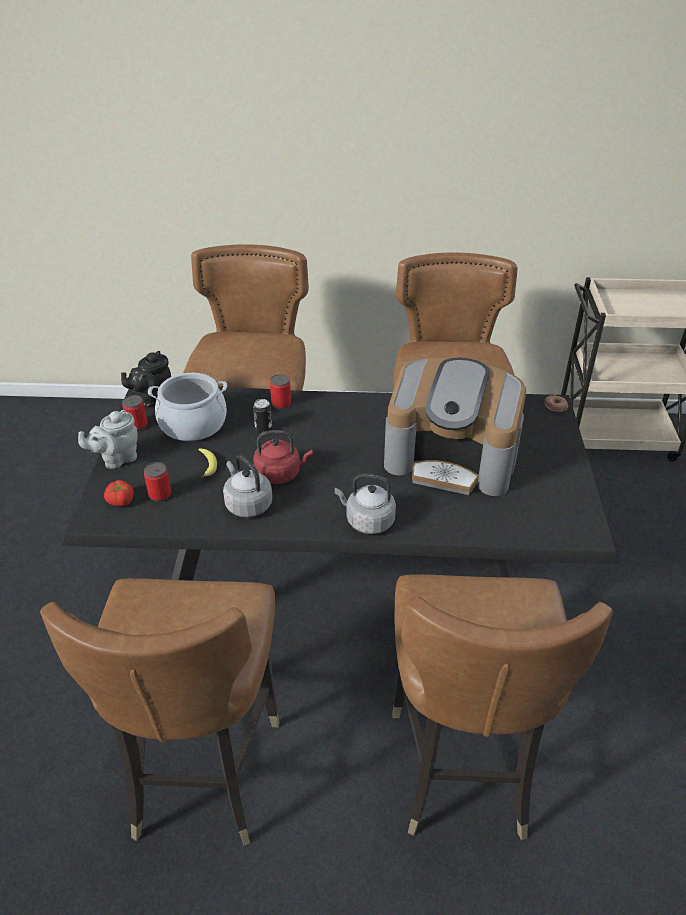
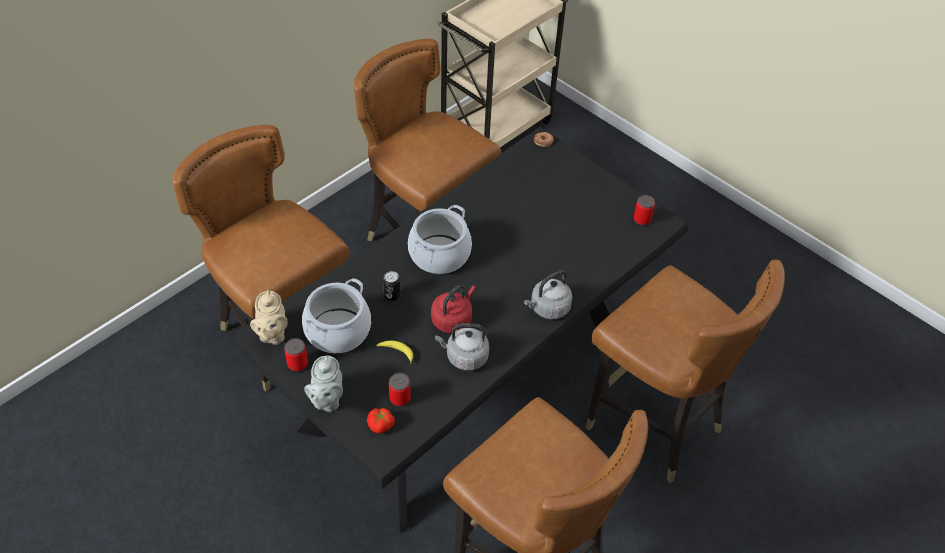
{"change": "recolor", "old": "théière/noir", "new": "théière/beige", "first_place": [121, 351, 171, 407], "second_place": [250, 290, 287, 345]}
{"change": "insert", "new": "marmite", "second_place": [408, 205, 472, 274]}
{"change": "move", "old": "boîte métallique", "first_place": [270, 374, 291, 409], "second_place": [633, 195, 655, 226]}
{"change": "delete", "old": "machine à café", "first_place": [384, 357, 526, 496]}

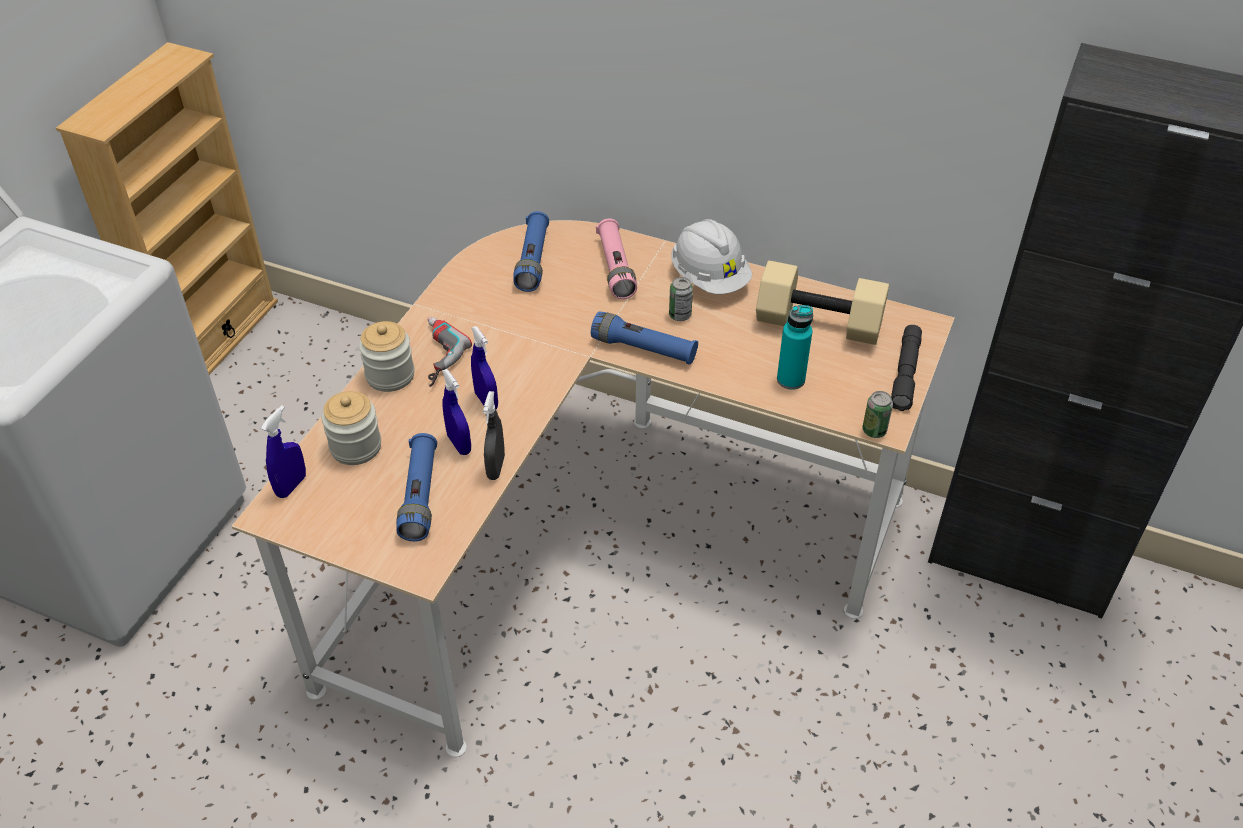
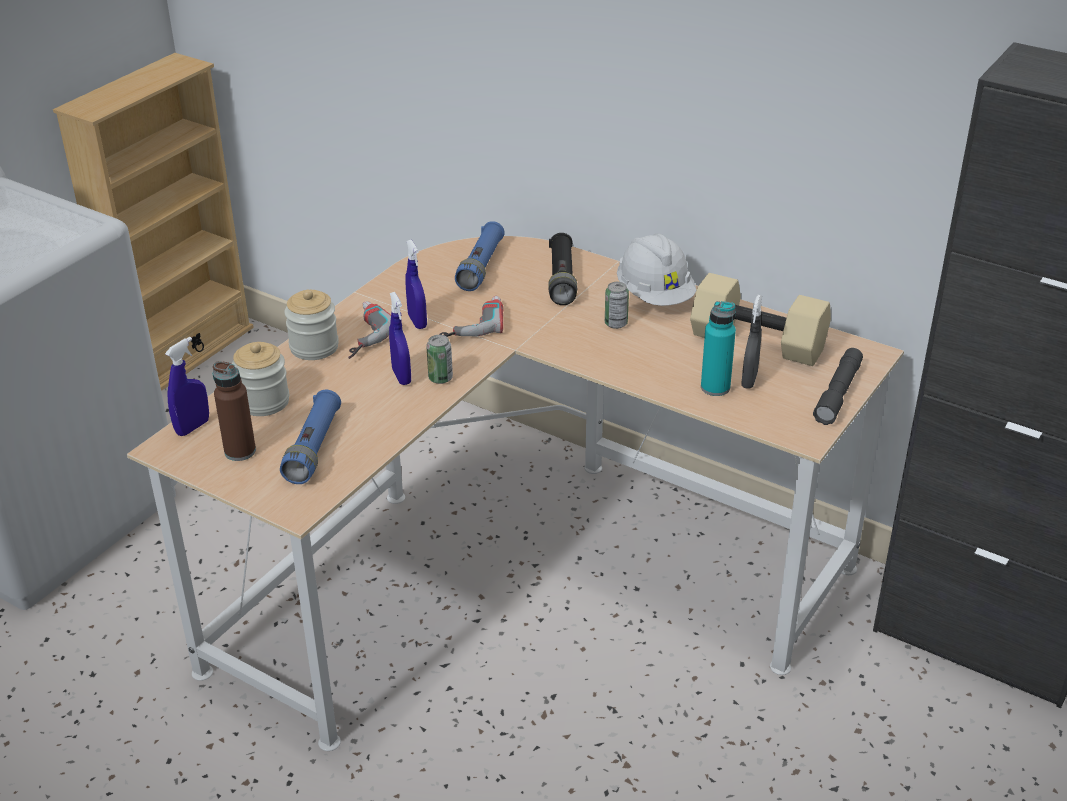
{"change": "insert", "new": "bouteille/marron", "second_place": [213, 361, 256, 461]}
{"change": "move", "old": "vaporisateur/bleu", "first_place": [442, 369, 471, 455], "second_place": [406, 240, 427, 329]}
{"change": "move", "old": "boîte métallique", "first_place": [862, 391, 893, 438], "second_place": [426, 335, 453, 384]}
{"change": "insert", "new": "perceuse", "second_place": [439, 296, 503, 337]}
{"change": "recolor", "old": "lampe de poche/rose", "new": "lampe de poche/noir", "first_place": [596, 218, 637, 299], "second_place": [548, 233, 577, 305]}
{"change": "move", "old": "vaporisateur/gris", "first_place": [483, 391, 505, 480], "second_place": [741, 295, 762, 389]}
{"change": "delete", "old": "lampe de poche/bleu", "first_place": [591, 311, 698, 365]}

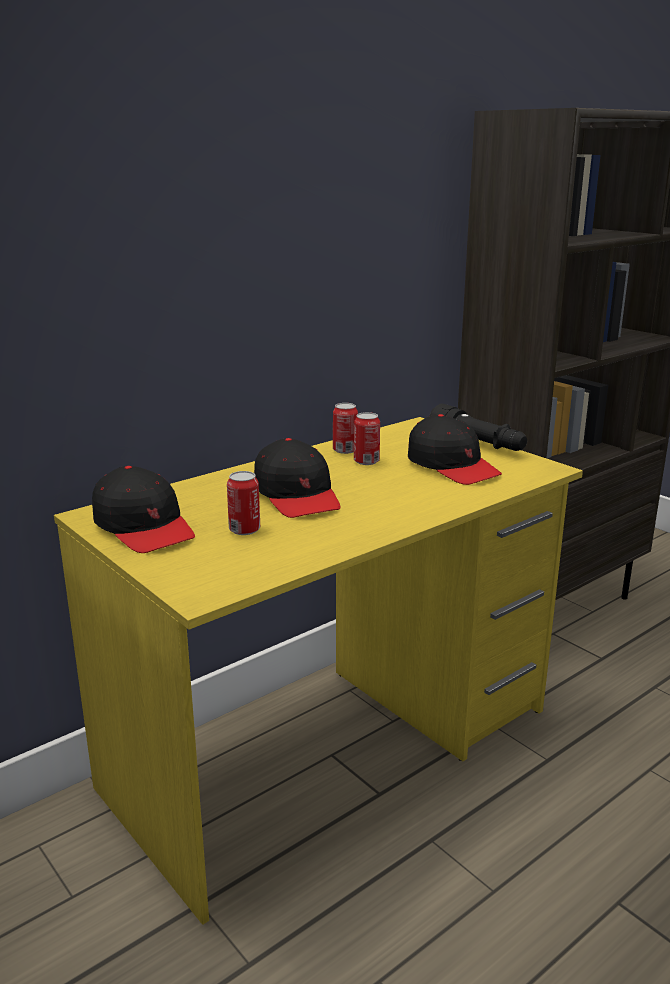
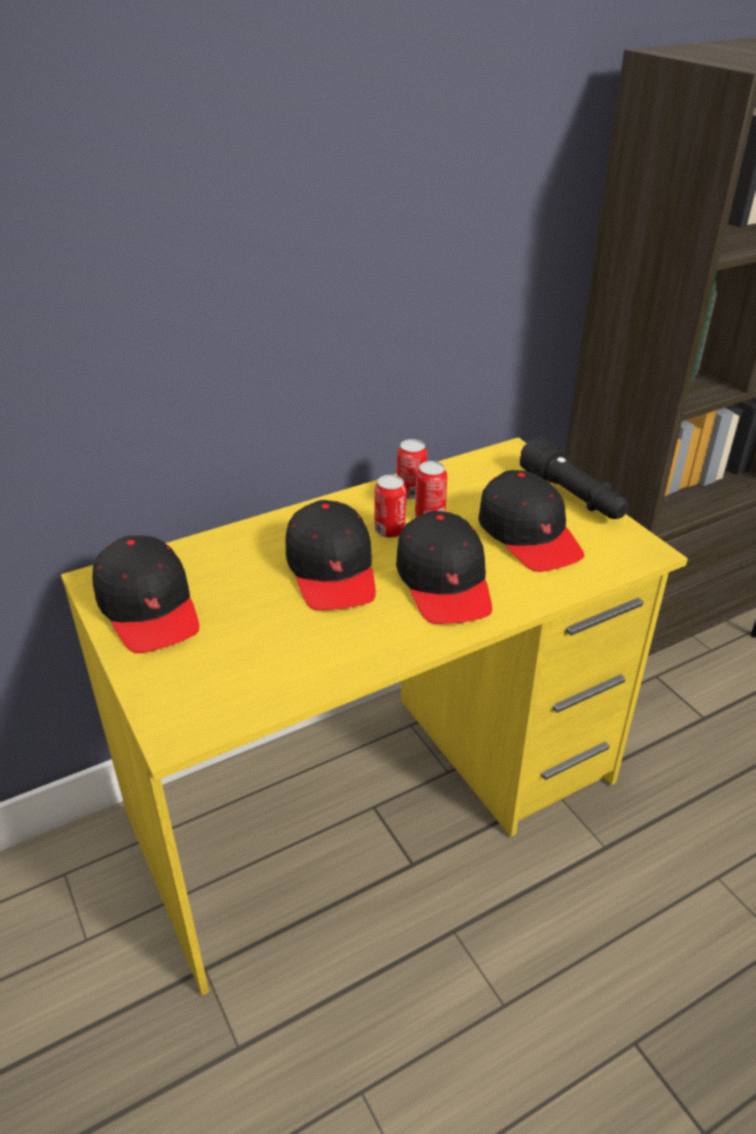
{"change": "move", "old": "boîte métallique", "first_place": [227, 471, 260, 535], "second_place": [374, 475, 406, 538]}
{"change": "insert", "new": "casquette/noir", "second_place": [396, 511, 492, 624]}

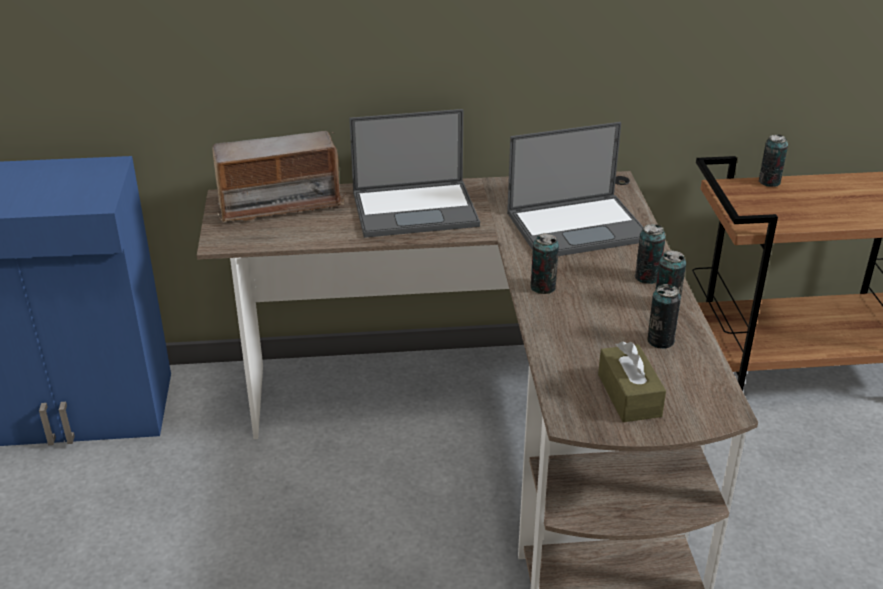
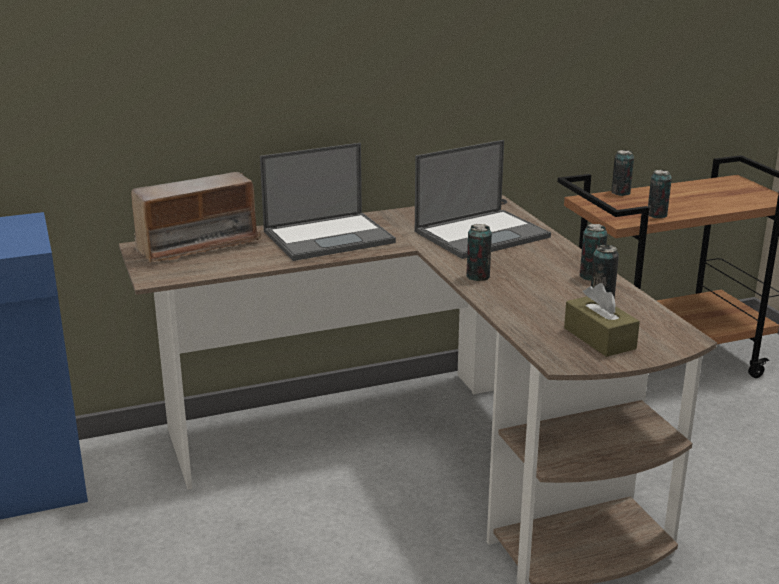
{"change": "move", "old": "boîte métallique", "first_place": [635, 224, 666, 284], "second_place": [648, 170, 672, 218]}

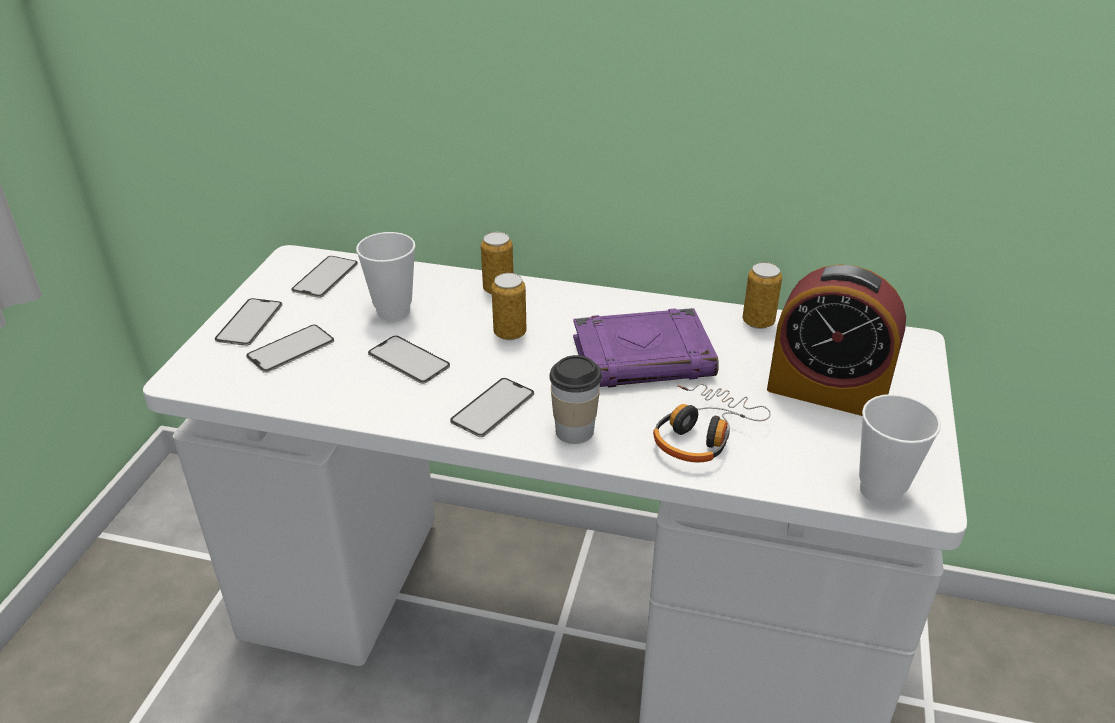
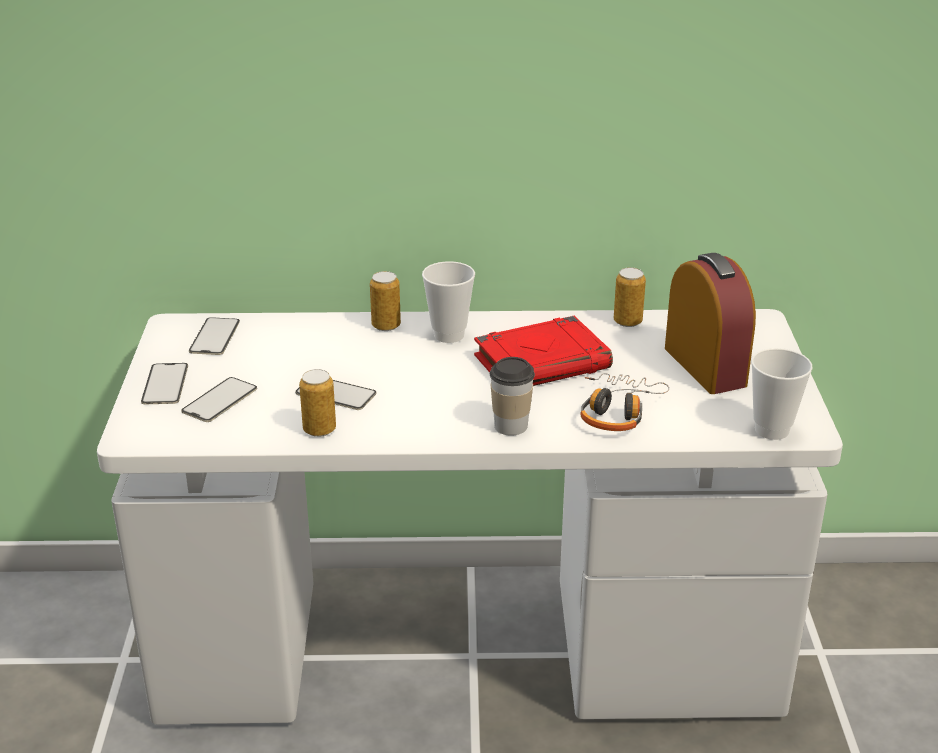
{"change": "move", "old": "boîte métallique", "first_place": [491, 273, 527, 340], "second_place": [299, 369, 336, 437]}
{"change": "move", "old": "tasse", "first_place": [356, 232, 416, 321], "second_place": [422, 261, 475, 343]}
{"change": "recolor", "old": "livre/violet", "new": "livre/rouge", "first_place": [573, 308, 719, 388], "second_place": [474, 316, 613, 386]}
{"change": "rotate", "old": "réveil", "first_place": [767, 264, 906, 416], "second_place": [665, 253, 756, 394], "degrees": -120}
{"change": "delete", "old": "téléphone", "first_place": [450, 378, 534, 437]}

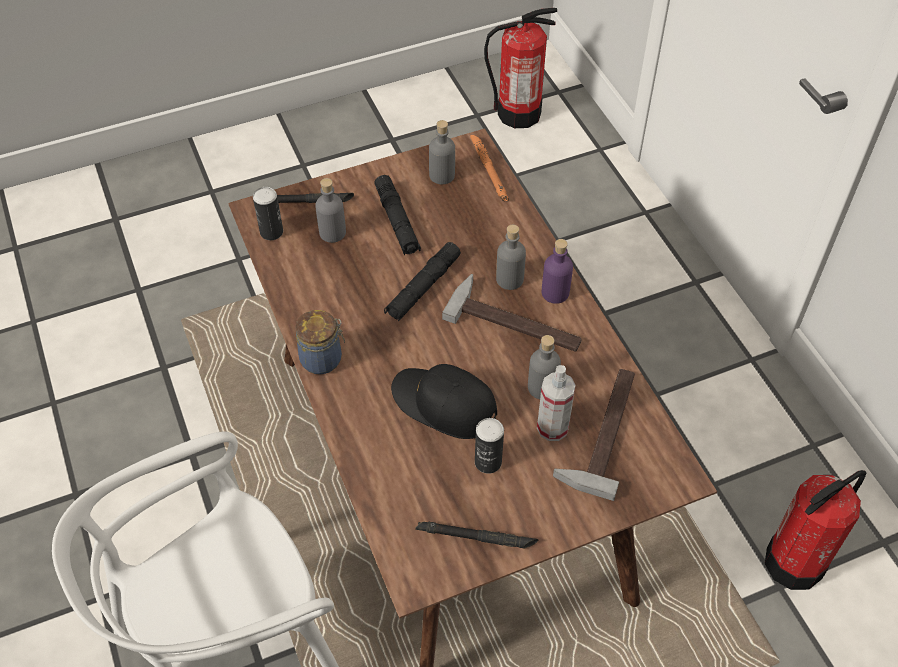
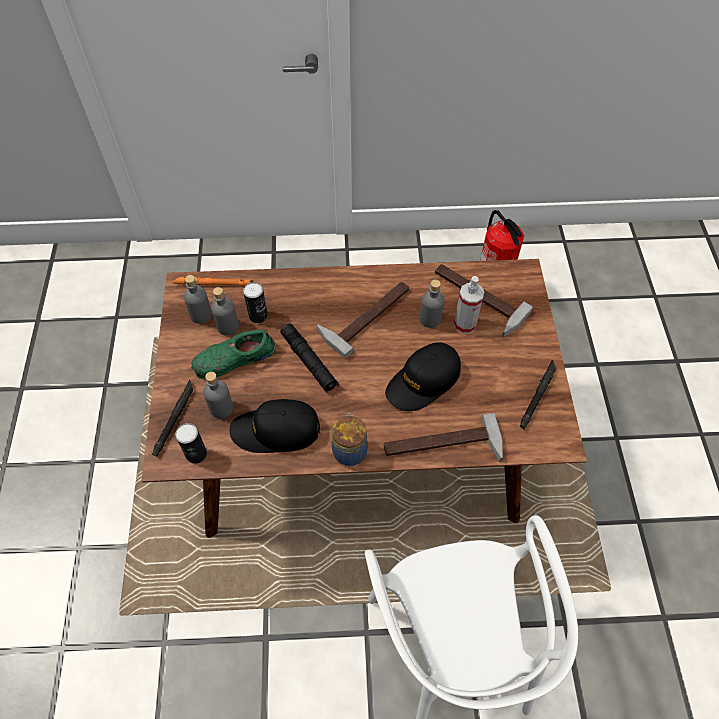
{"change": "replace", "old": "lampe de poche/noir", "new": "chaussure/vert", "first_place": [374, 175, 421, 255], "second_place": [191, 330, 276, 379]}
{"change": "move", "old": "bouteille/gris", "first_place": [496, 225, 526, 290], "second_place": [211, 287, 239, 336]}
{"change": "insert", "new": "casquette/noir", "second_place": [230, 399, 320, 453]}
{"change": "move", "old": "boîte métallique", "first_place": [475, 418, 504, 474], "second_place": [243, 282, 268, 323]}
{"change": "insert", "new": "marteau", "second_place": [384, 413, 503, 462]}
{"change": "delete", "old": "extincteur", "first_place": [484, 8, 557, 128]}
{"change": "delete", "old": "bouteille/violet", "first_place": [542, 239, 573, 304]}

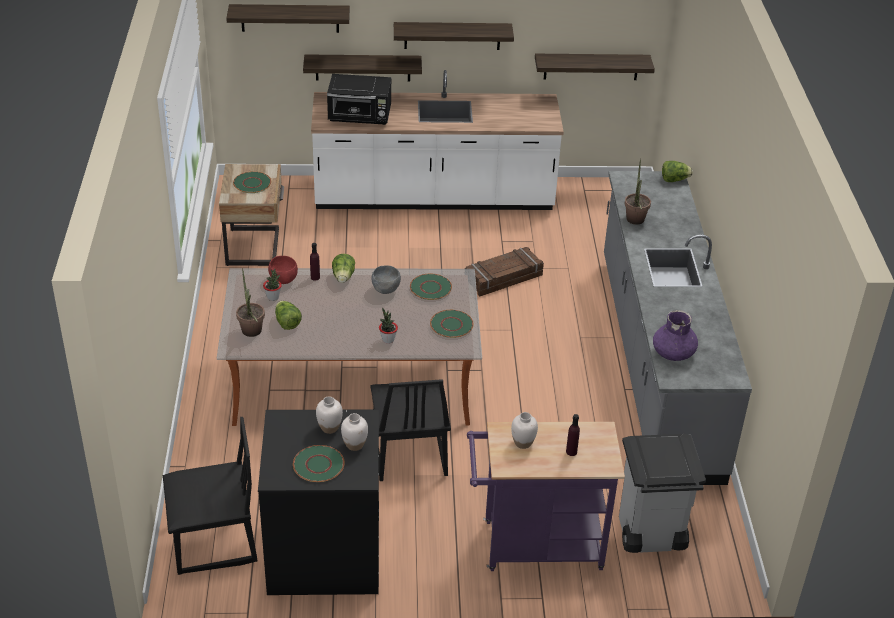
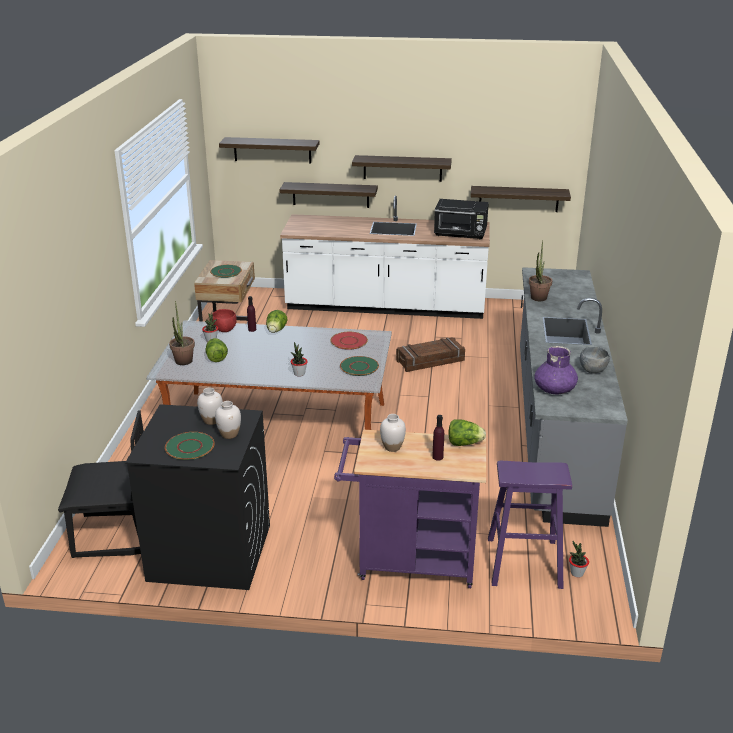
{"change": "recolor", "old": "assiette/vert", "new": "assiette/rouge", "first_place": [410, 274, 452, 300], "second_place": [331, 332, 368, 350]}
{"change": "move", "old": "micro-ondes/noir", "first_place": [327, 74, 391, 125], "second_place": [434, 199, 489, 240]}
{"change": "move", "old": "laitue", "first_place": [662, 161, 693, 182], "second_place": [448, 419, 486, 446]}
{"change": "replace", "old": "poubelle/gris", "new": "tabouret/violet", "first_place": [619, 434, 706, 553], "second_place": [488, 461, 572, 589]}
{"change": "insert", "new": "plante en pot", "second_place": [569, 541, 589, 578]}
{"change": "move", "old": "bol/gris", "first_place": [371, 265, 401, 294], "second_place": [580, 347, 610, 374]}
{"change": "delete", "old": "chaise/noir", "first_place": [371, 379, 451, 481]}

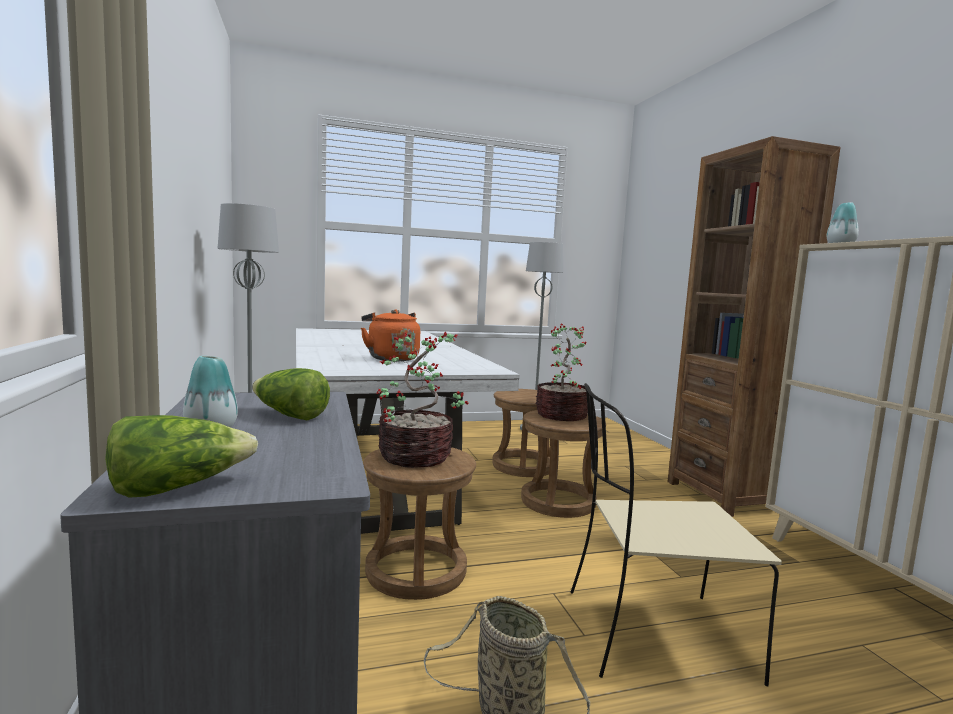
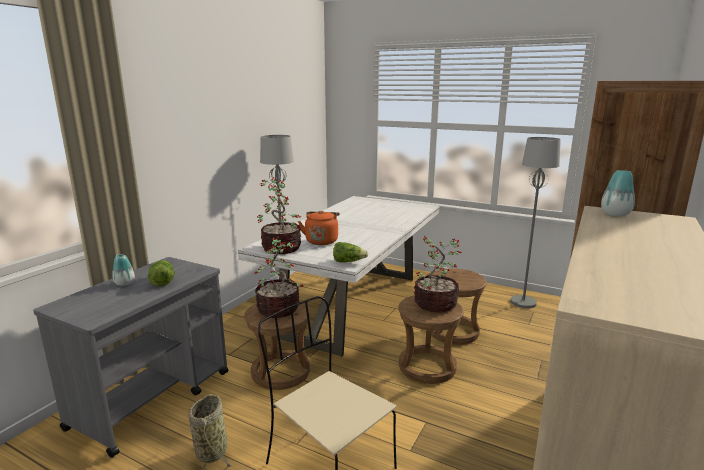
{"change": "insert", "new": "plante en pot", "second_place": [257, 177, 301, 254]}
{"change": "move", "old": "laitue", "first_place": [105, 415, 258, 498], "second_place": [333, 242, 369, 262]}

